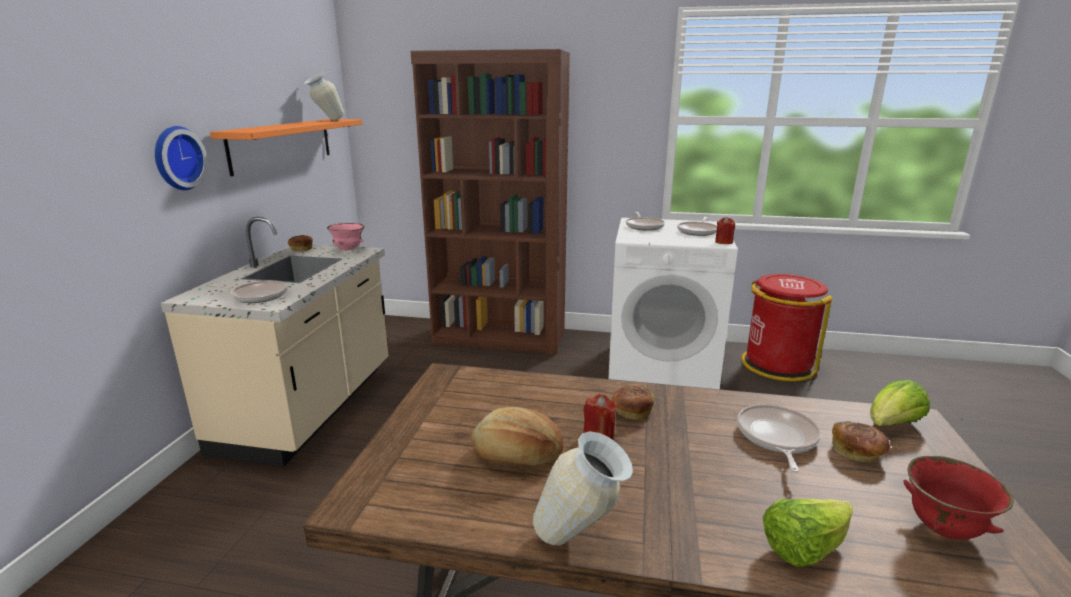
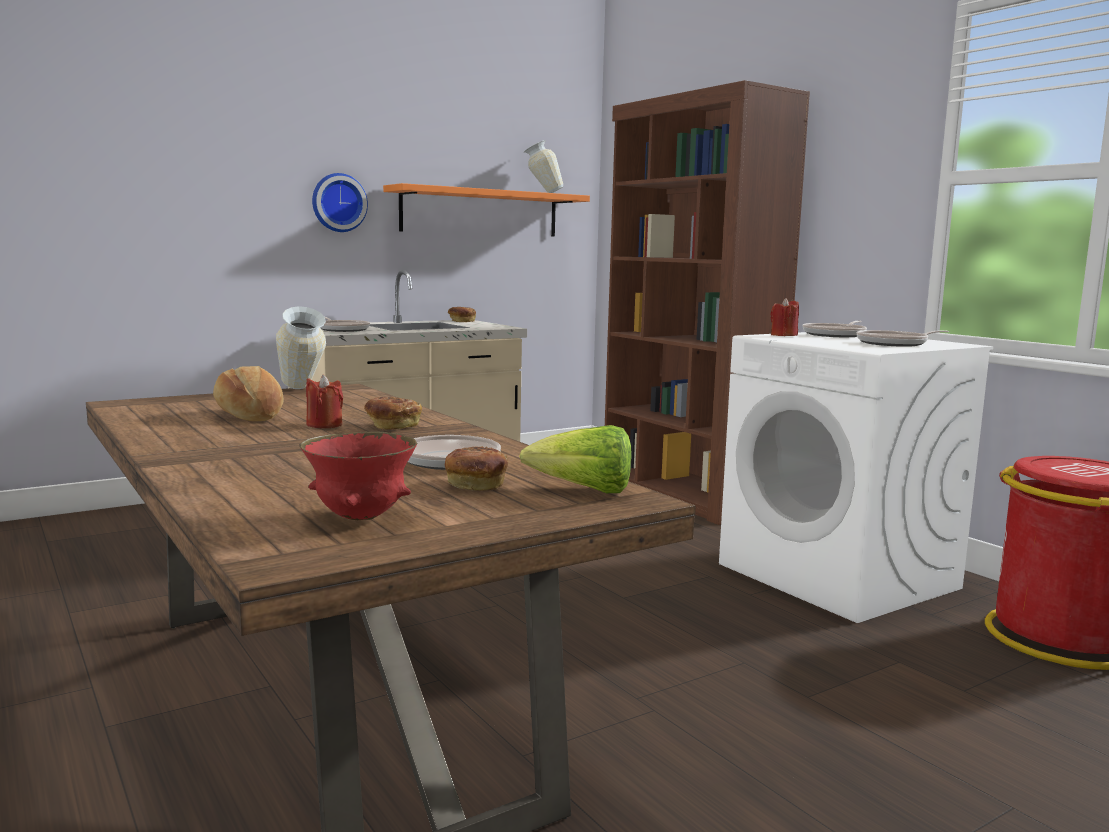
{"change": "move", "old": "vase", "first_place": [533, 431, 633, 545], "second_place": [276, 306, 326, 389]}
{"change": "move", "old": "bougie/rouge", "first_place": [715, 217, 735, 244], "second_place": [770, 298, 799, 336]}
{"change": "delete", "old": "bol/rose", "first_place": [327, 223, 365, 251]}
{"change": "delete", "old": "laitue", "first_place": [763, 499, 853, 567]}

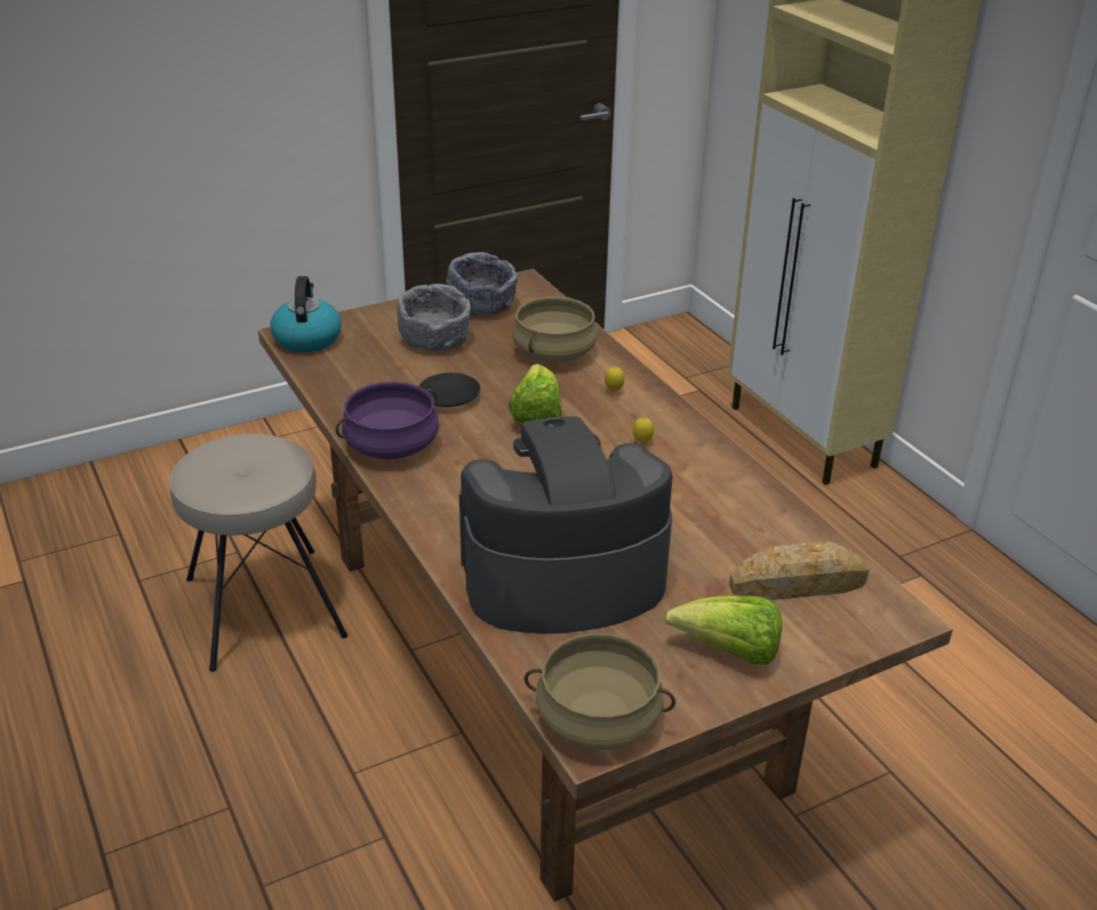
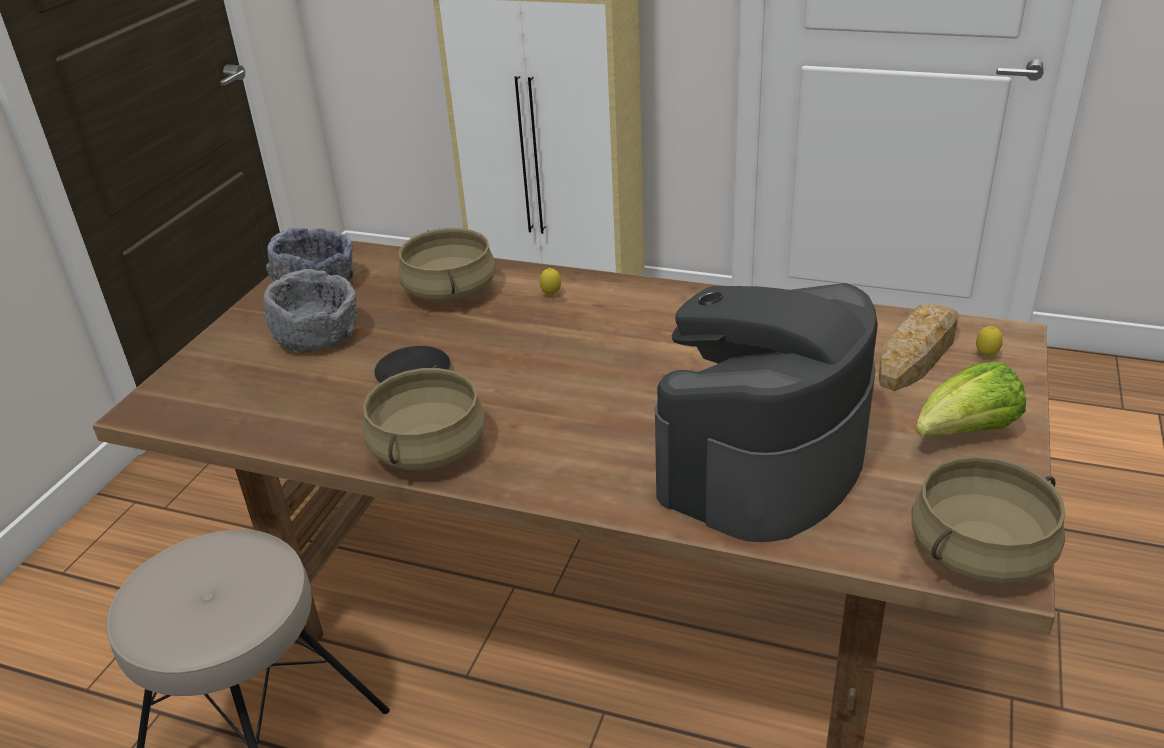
{"change": "recolor", "old": "marmite/violet", "new": "marmite/beige", "first_place": [336, 381, 439, 459], "second_place": [363, 365, 486, 470]}
{"change": "move", "old": "citron", "first_place": [633, 417, 654, 443], "second_place": [976, 326, 1003, 357]}
{"change": "delete", "old": "bouilloire", "first_place": [270, 276, 341, 353]}
{"change": "delete", "old": "laitue", "first_place": [508, 364, 562, 427]}

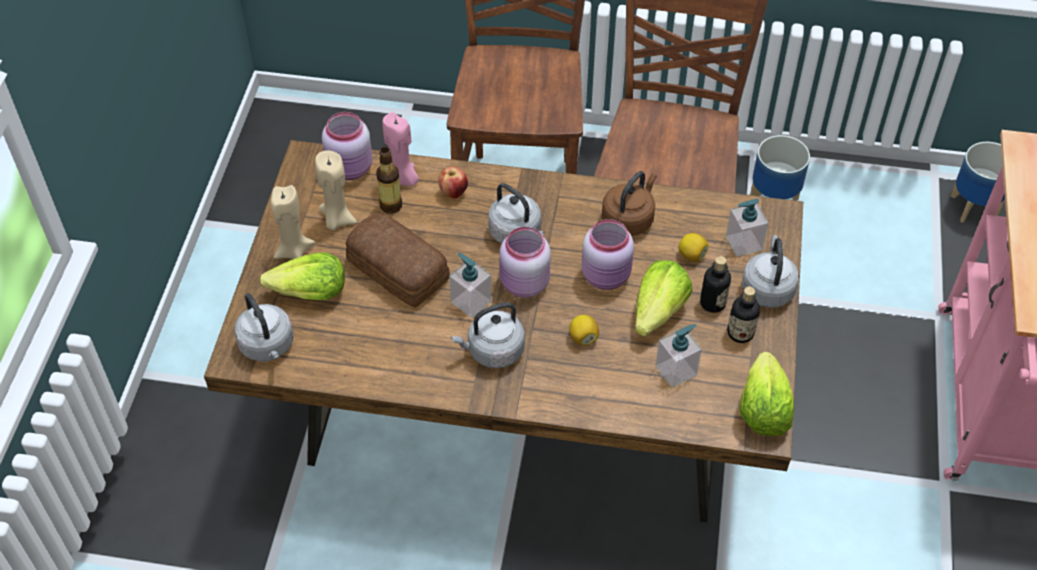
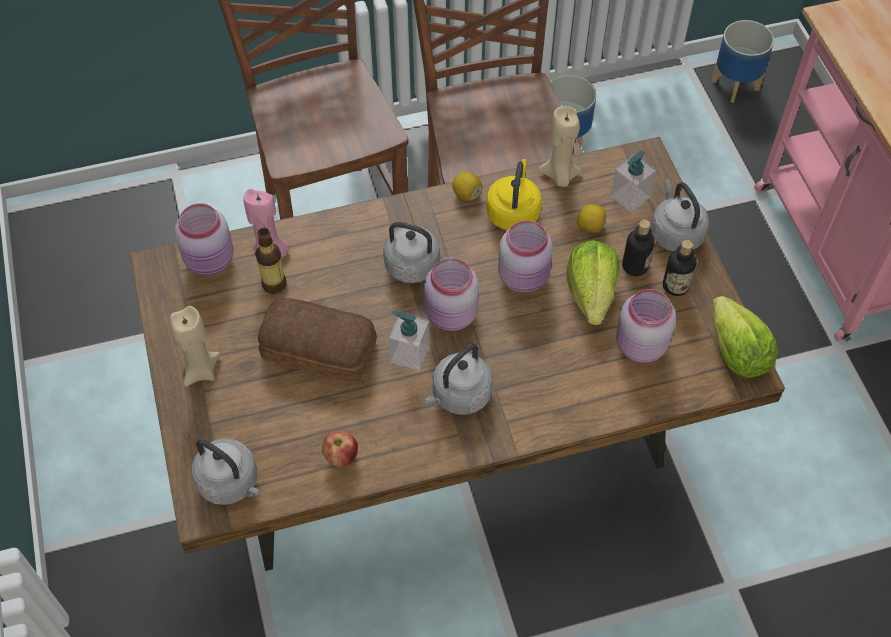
{"change": "move", "old": "pomme", "first_place": [438, 166, 468, 199], "second_place": [322, 430, 358, 467]}
{"change": "move", "old": "citron", "first_place": [569, 315, 599, 345], "second_place": [452, 172, 483, 201]}
{"change": "recolor", "old": "bouilloire/marron", "new": "bouilloire/jaune", "first_place": [602, 171, 657, 236], "second_place": [486, 159, 542, 230]}
{"change": "move", "old": "bougie/beige", "first_place": [315, 151, 357, 231], "second_place": [538, 106, 582, 187]}
{"change": "replace", "old": "distributeur de savon", "new": "bocal/rose", "first_place": [655, 324, 702, 387], "second_place": [616, 289, 676, 363]}
{"change": "delete", "old": "laitue", "first_place": [260, 253, 345, 300]}

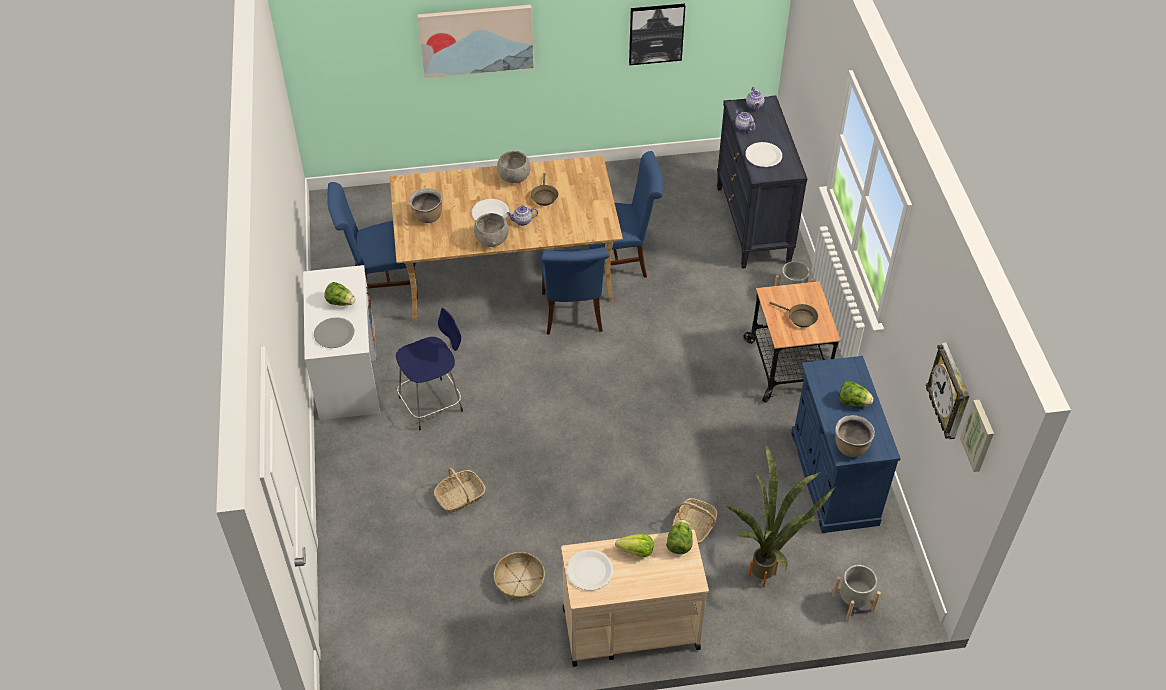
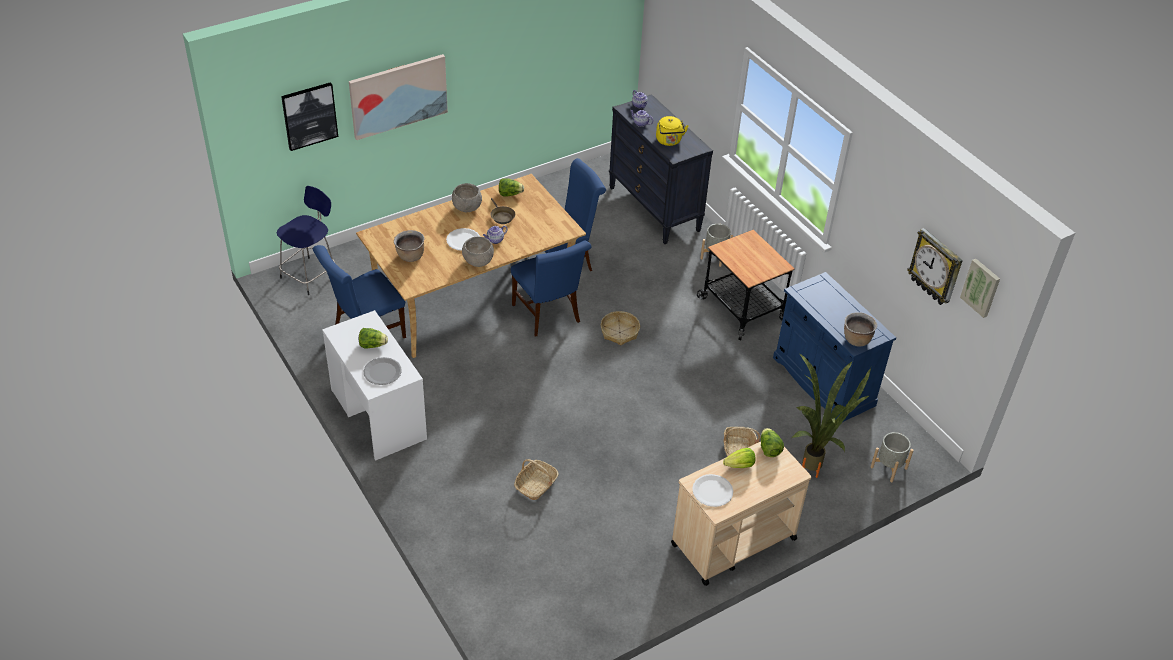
{"change": "move", "old": "tabouret/bleu", "first_place": [396, 308, 463, 430], "second_place": [277, 186, 335, 295]}
{"change": "move", "old": "tableau", "first_place": [629, 4, 685, 65], "second_place": [281, 82, 338, 151]}
{"change": "move", "old": "laitue", "first_place": [839, 381, 874, 406], "second_place": [499, 179, 524, 197]}
{"change": "move", "old": "panier", "first_place": [494, 552, 545, 600], "second_place": [601, 311, 640, 345]}
{"change": "replace", "old": "assiette/blanc", "new": "bouilloire/jaune", "first_place": [745, 142, 782, 167], "second_place": [656, 116, 688, 146]}
{"change": "delete", "old": "poêle/marron", "first_place": [769, 302, 818, 327]}

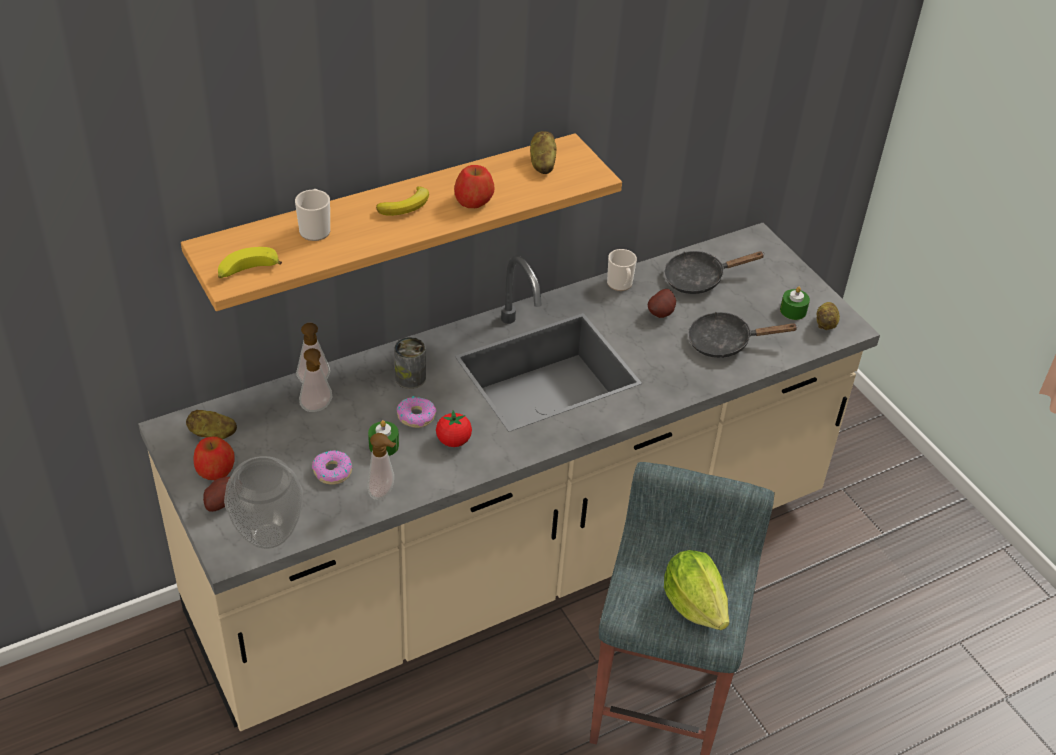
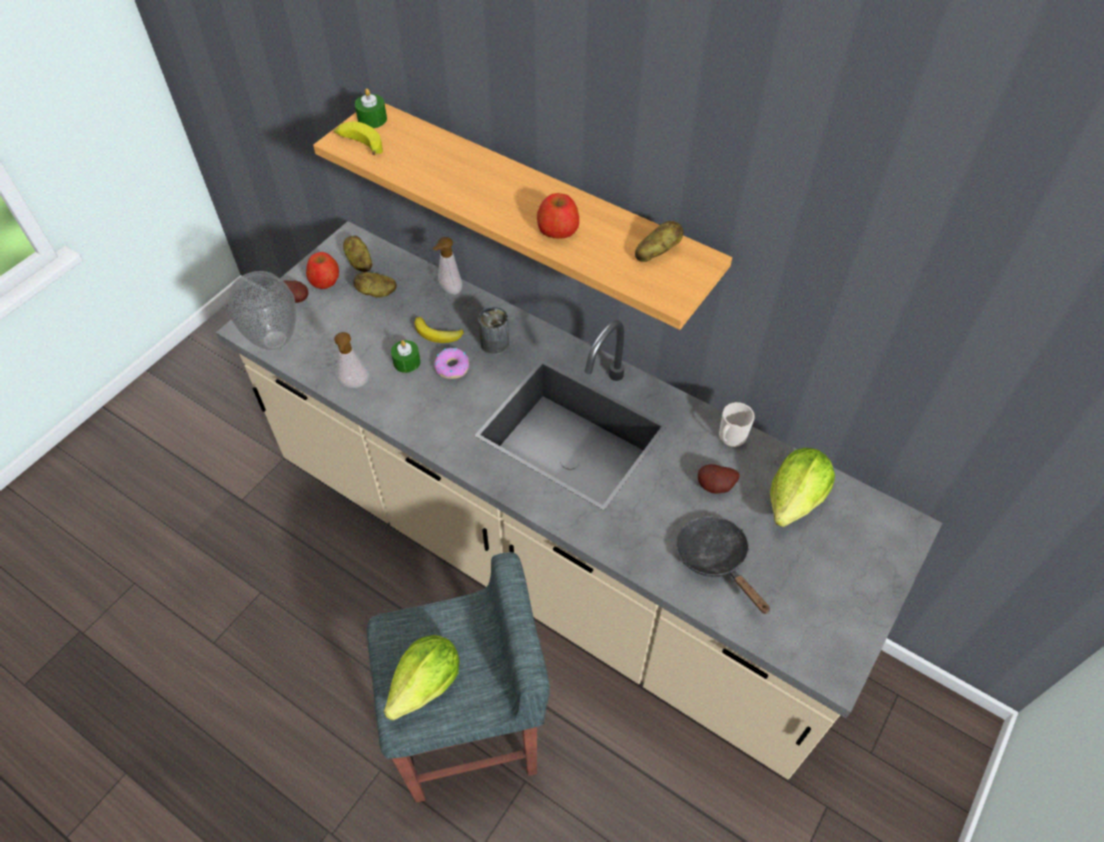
{"change": "move", "old": "pomme de terre", "first_place": [817, 302, 840, 330], "second_place": [353, 272, 397, 297]}
{"change": "move", "old": "bougie/vert", "first_place": [780, 287, 810, 320], "second_place": [355, 89, 387, 128]}
{"change": "move", "old": "banane", "first_place": [376, 186, 429, 216], "second_place": [414, 317, 464, 343]}
{"change": "replace", "old": "poêle/noir", "new": "laitue", "first_place": [664, 251, 765, 294], "second_place": [770, 448, 835, 527]}
{"change": "delete", "old": "mug", "first_place": [295, 189, 330, 241]}
{"change": "delete", "old": "distributeur de savon", "first_place": [299, 348, 332, 412]}
{"change": "delete", "old": "beignet", "first_place": [312, 450, 352, 485]}
{"change": "delete", "old": "tomate", "first_place": [436, 410, 472, 447]}

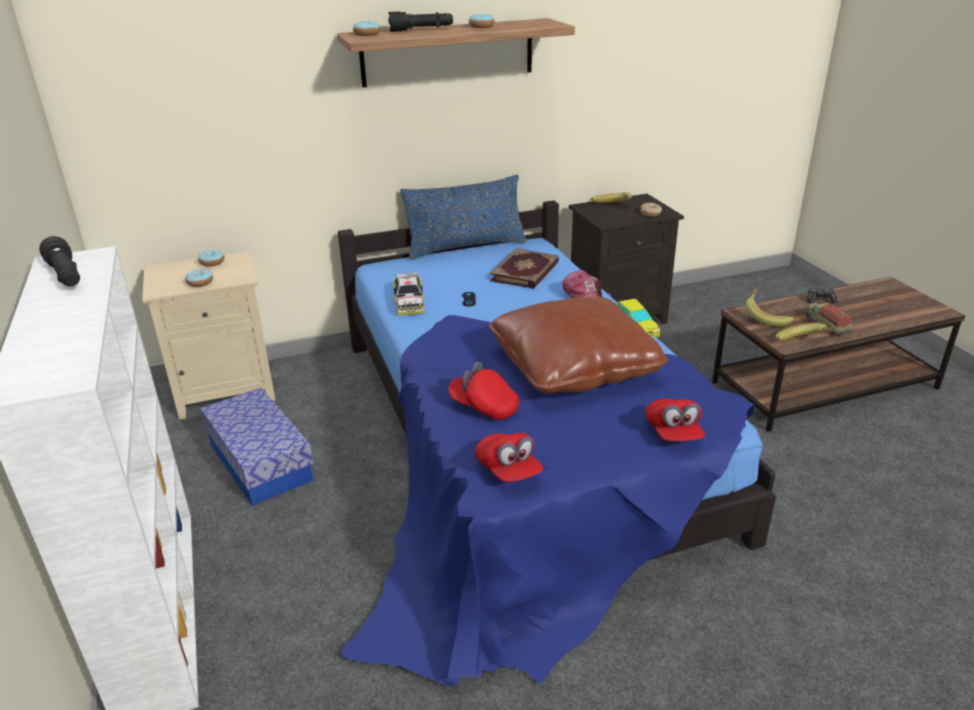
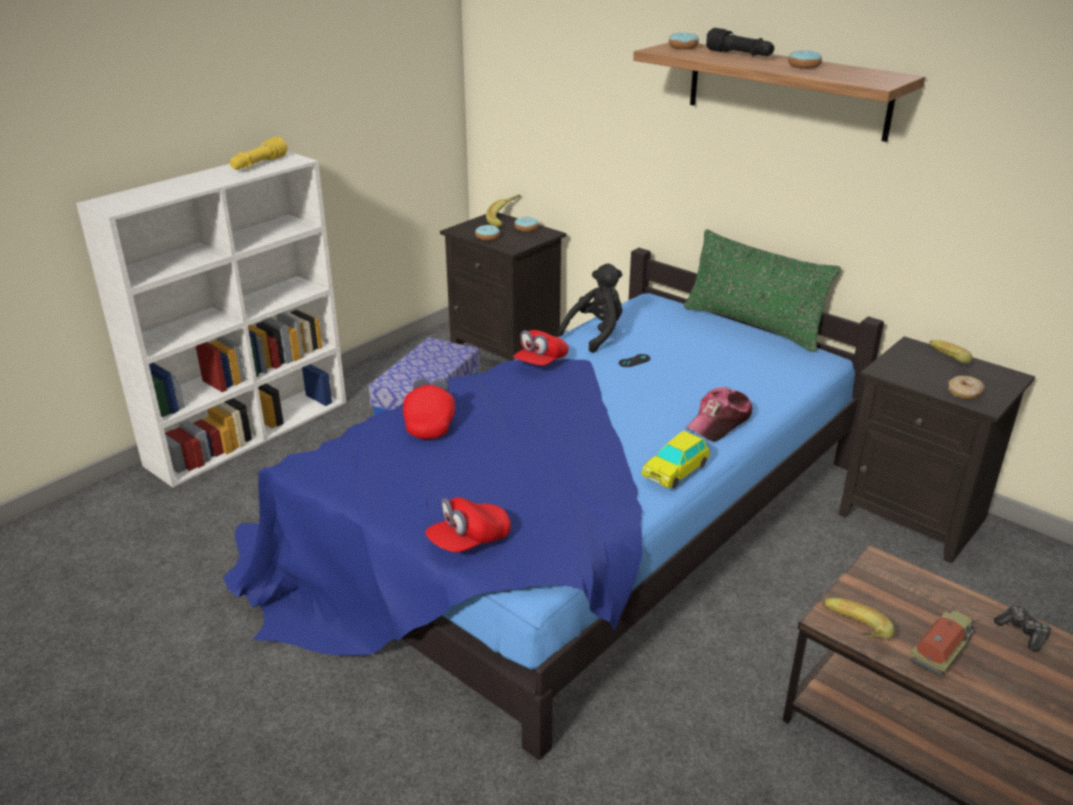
{"change": "recolor", "old": "lampe de poche/noir", "new": "lampe de poche/jaune", "first_place": [39, 236, 80, 286], "second_place": [230, 137, 288, 170]}
{"change": "recolor", "old": "table de chevet/beige", "new": "table de chevet/noir", "first_place": [142, 251, 276, 419], "second_place": [440, 212, 566, 361]}
{"change": "move", "old": "banane", "first_place": [745, 287, 794, 327], "second_place": [486, 195, 520, 227]}
{"change": "move", "old": "casquette/rouge", "first_place": [475, 433, 543, 482], "second_place": [513, 330, 568, 366]}
{"change": "replace", "old": "petite voiture", "new": "peluche/noir", "first_place": [393, 272, 425, 315], "second_place": [557, 263, 622, 353]}
{"change": "recolor", "old": "coussin/bleu", "new": "coussin/vert", "first_place": [400, 175, 527, 259], "second_place": [684, 229, 841, 352]}
{"change": "delete", "old": "coussin/marron", "first_place": [489, 297, 668, 393]}
{"change": "delete", "old": "livre", "first_place": [490, 249, 559, 289]}

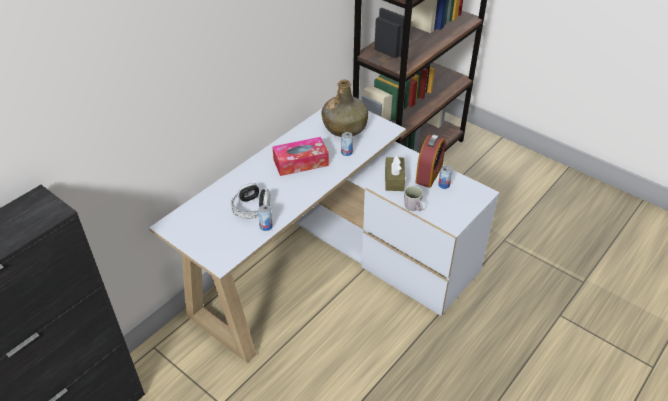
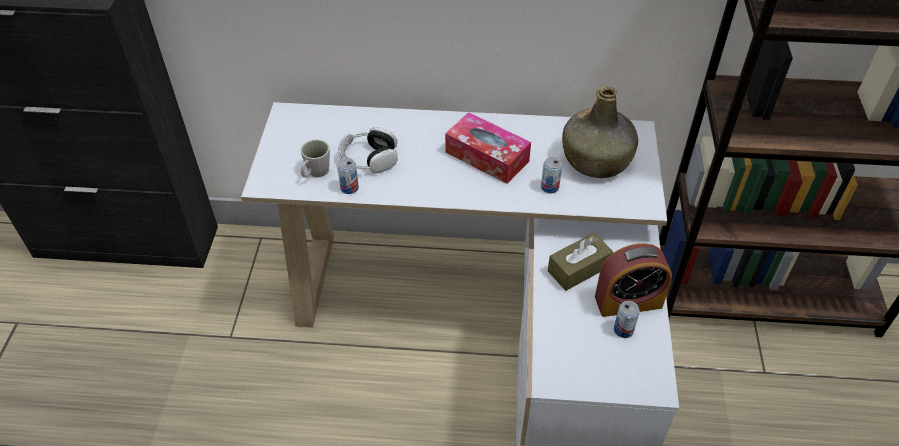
{"change": "move", "old": "mug/gris", "first_place": [404, 186, 423, 211], "second_place": [301, 139, 330, 178]}

